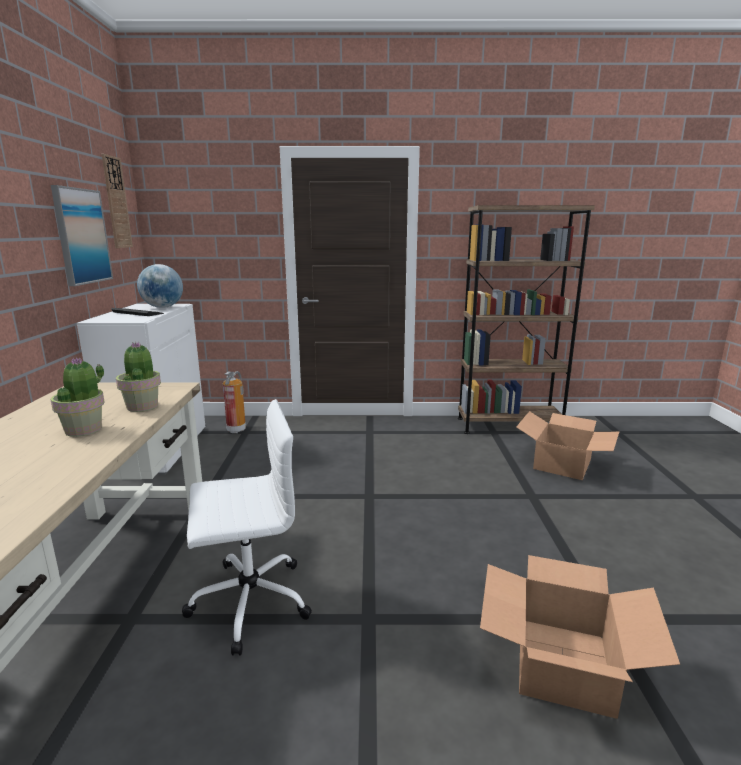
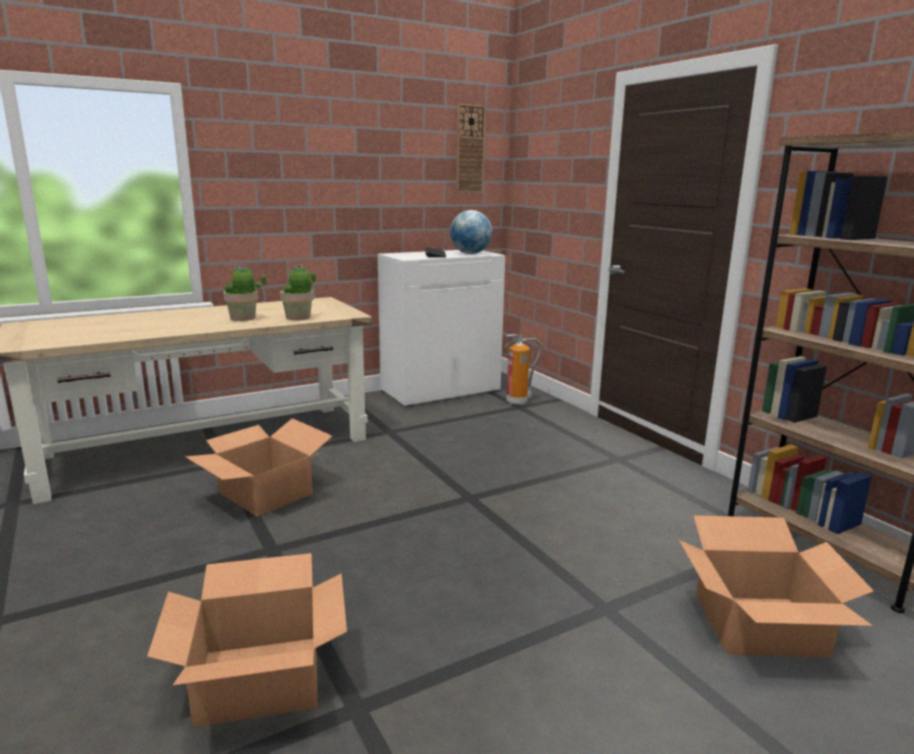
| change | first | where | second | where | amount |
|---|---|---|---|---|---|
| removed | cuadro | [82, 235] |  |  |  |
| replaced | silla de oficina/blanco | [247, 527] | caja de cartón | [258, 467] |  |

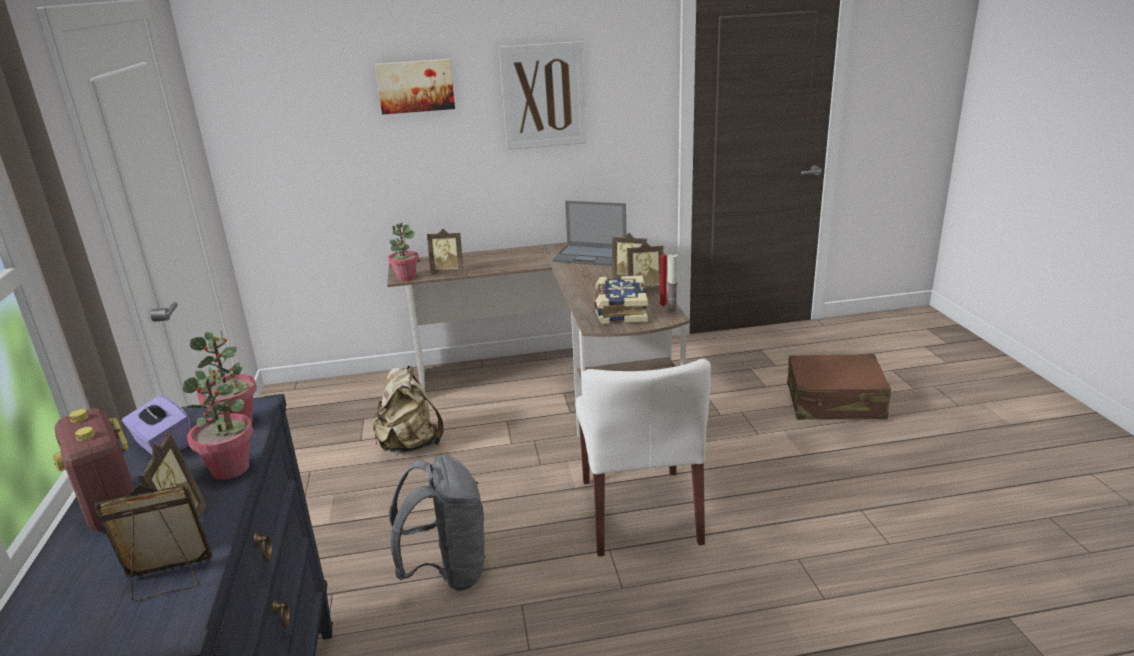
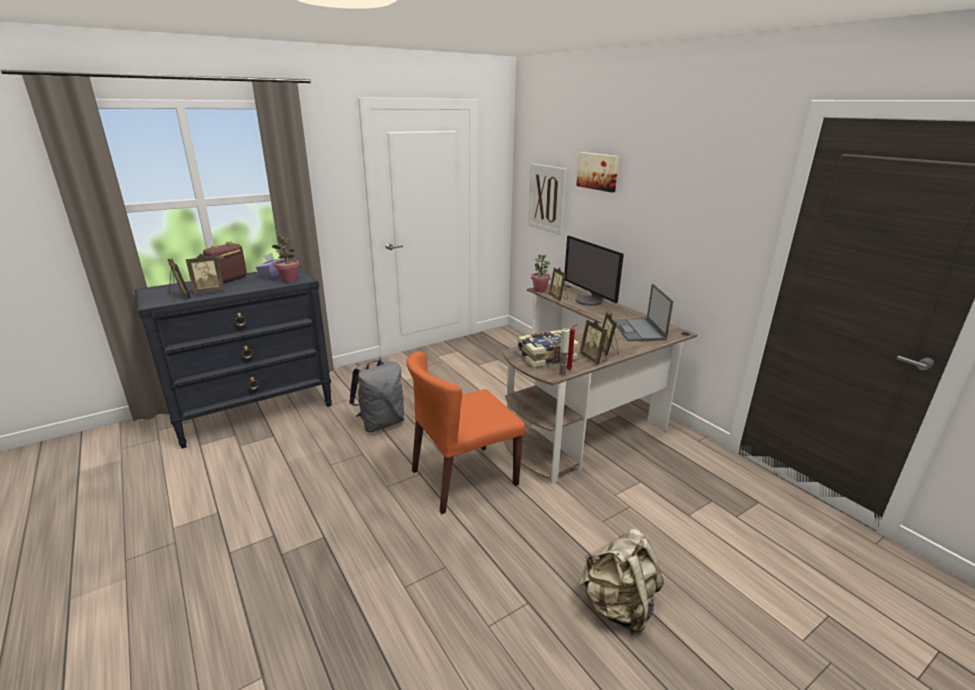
| change | first | where | second | where | amount |
|---|---|---|---|---|---|
| removed | planta en maceta | [218, 423] |  |  |  |
| moved | mochila/beis | [408, 409] |  | [621, 582] |  |
| moved | cuadro | [542, 95] |  | [547, 199] |  |
| recoloured | silla/blanco | [643, 457] | silla/naranja | [466, 433] |  |
| removed | maleta/marrón | [839, 387] |  |  |  |
| added |  |  | monitor | [594, 270] |  |

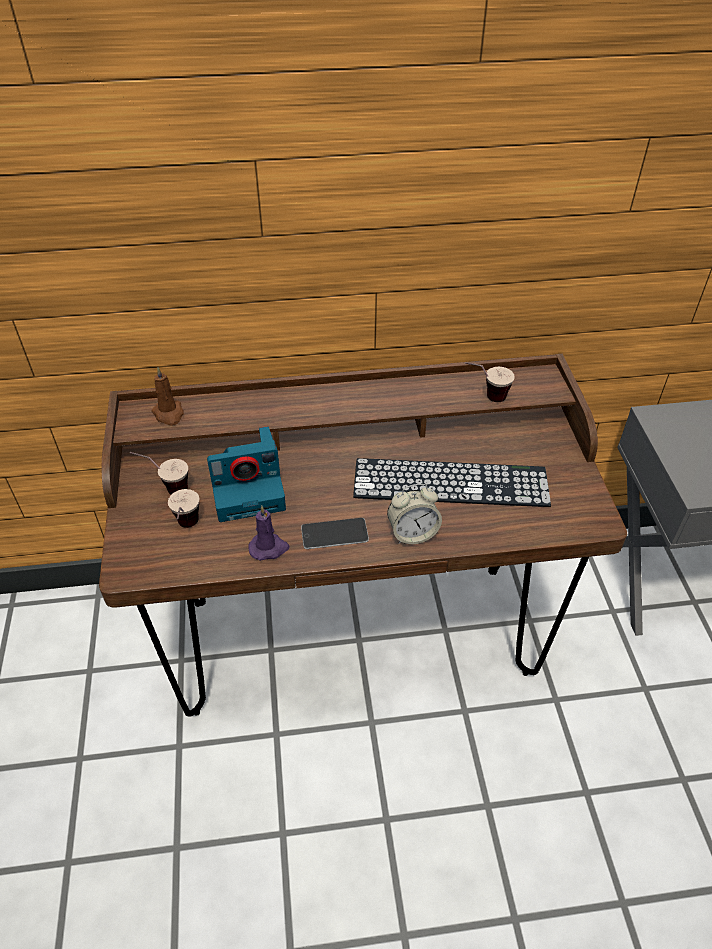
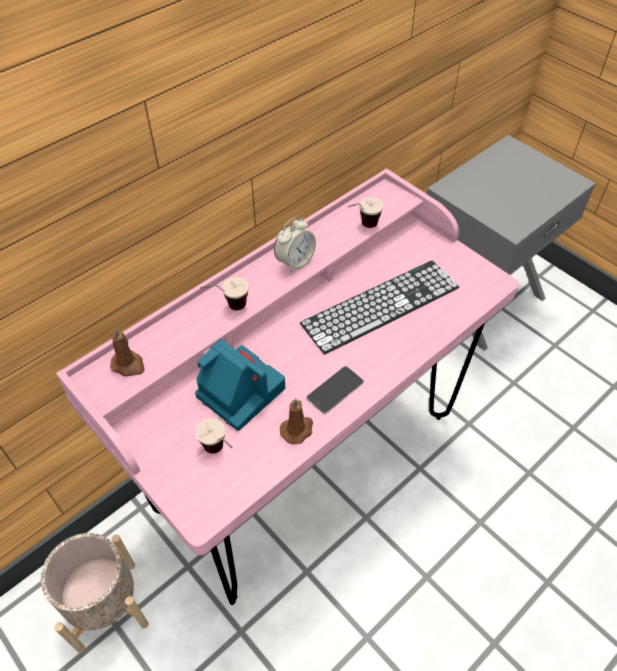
| change | first | where | second | where | amount |
|---|---|---|---|---|---|
| recoloured | escritorio/marrón | [363, 535] | escritorio/rosa | [287, 386] |  |
| moved | taza | [159, 473] |  | [224, 293] |  |
| turned | cámara | [246, 474] |  | [240, 385] | 90 degrees counterclockwise |
| recoloured | vela/morado | [269, 533] | vela/marrón | [296, 421] |  |
| moved | despertador | [414, 514] |  | [295, 245] |  |
| added |  |  | maceta/beis | [95, 593] |  |

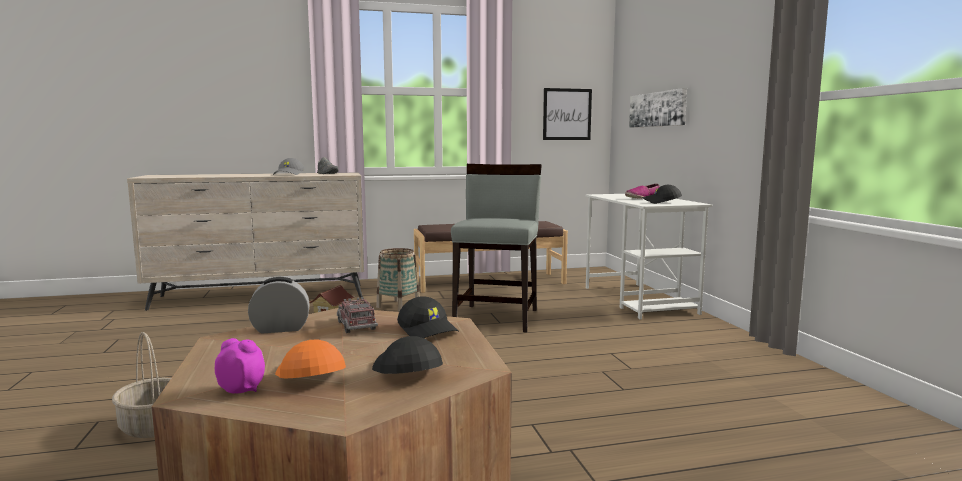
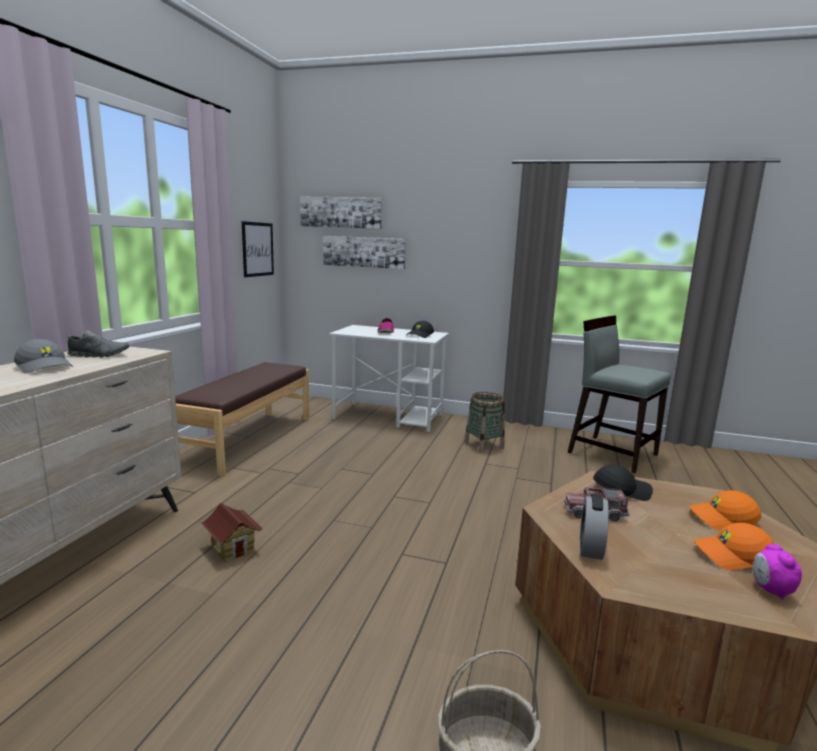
| change | first | where | second | where | amount |
|---|---|---|---|---|---|
| turned | despertador | [240, 365] |  | [777, 572] | 45 degrees counterclockwise |
| recoloured | gorra/negro | [407, 355] | gorra/naranja | [725, 510] |  |
| moved | cesta | [397, 280] |  | [484, 422] |  |
| moved | silla/gris | [496, 248] |  | [619, 394] |  |
| added |  |  | cuadro | [341, 213] |  |

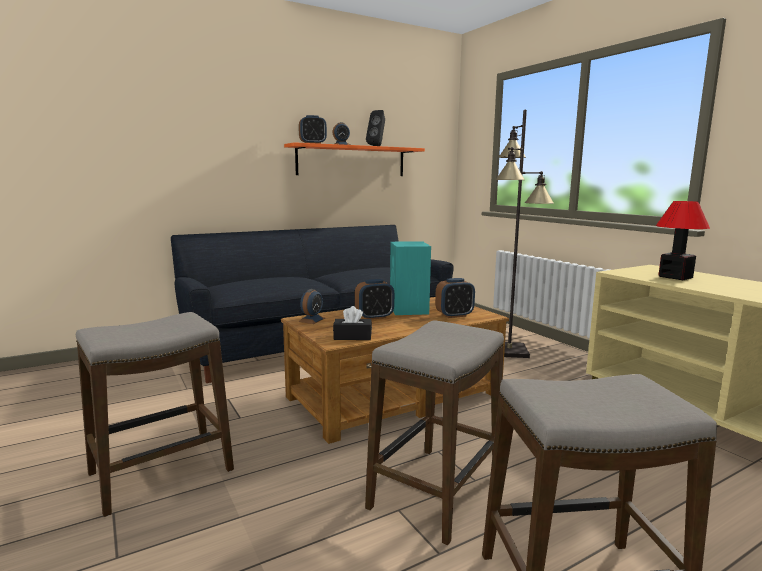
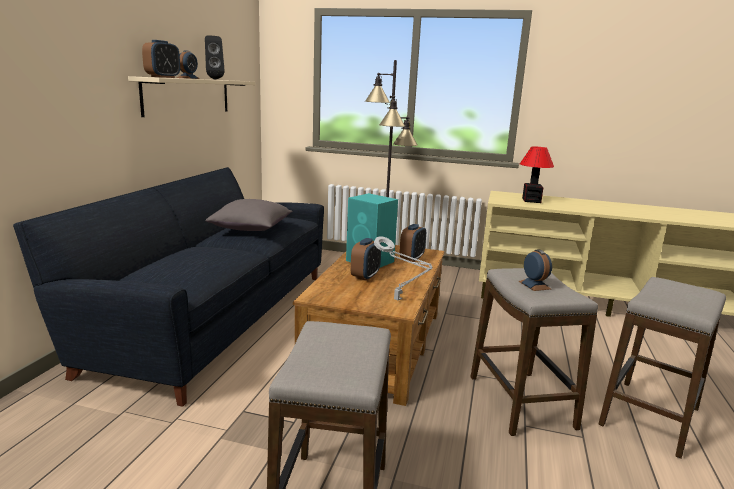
| change | first | where | second | where | amount |
|---|---|---|---|---|---|
| recoloured | estante/naranja | [354, 159] | estante/beis | [191, 96] |  |
| moved | despertador | [311, 306] |  | [535, 270] |  |
| replaced | caja de pañuelos/negro | [352, 323] | lámpara de mesa/gris | [403, 268] |  |
| added |  |  | cojín/gris | [249, 215] |  |

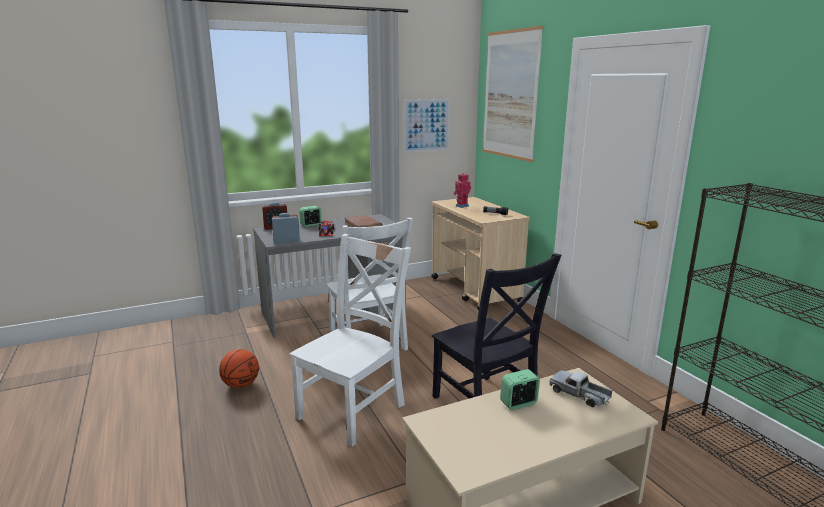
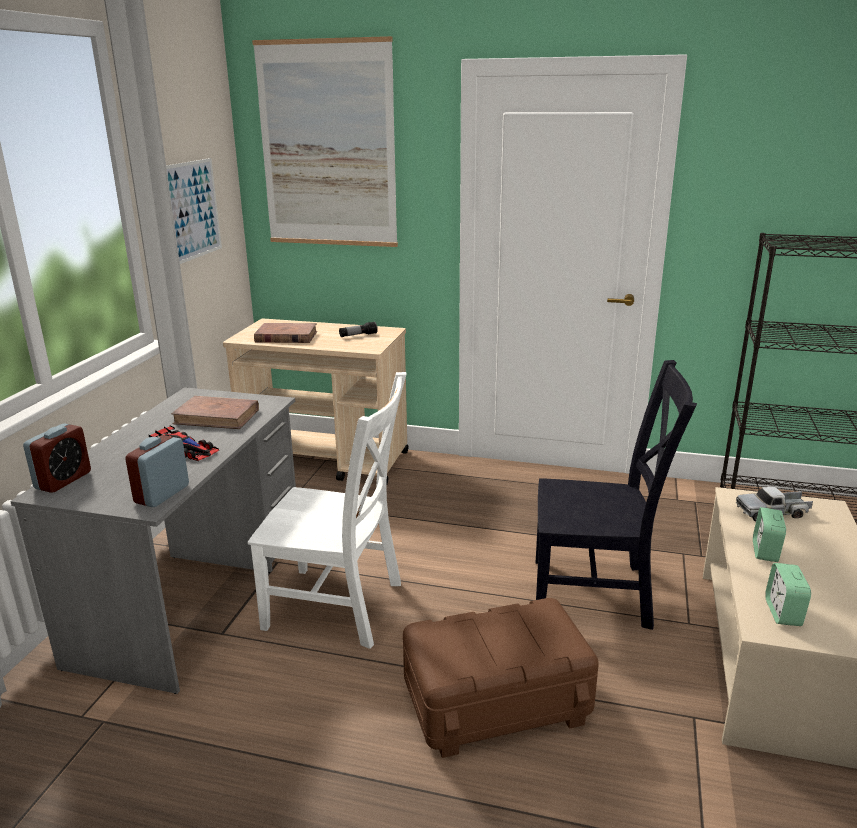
| change | first | where | second | where | amount |
|---|---|---|---|---|---|
| removed | balón de baloncesto | [239, 368] |  |  |  |
| replaced | silla/blanco | [350, 340] | caja de almacenaje/marrón | [501, 678] |  |
| moved | despertador | [310, 216] |  | [788, 594] |  |
| replaced | robot de juguete | [462, 190] | libro/marrón | [285, 333] |  |

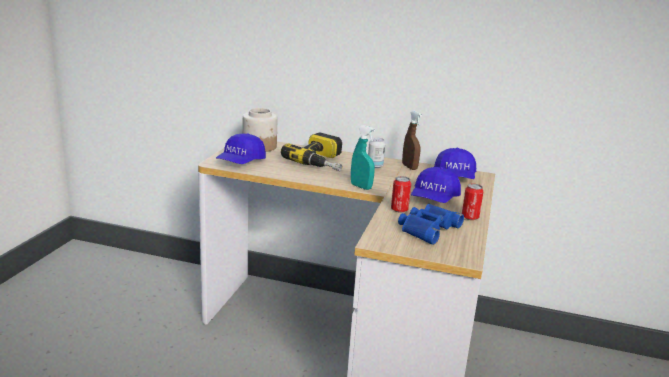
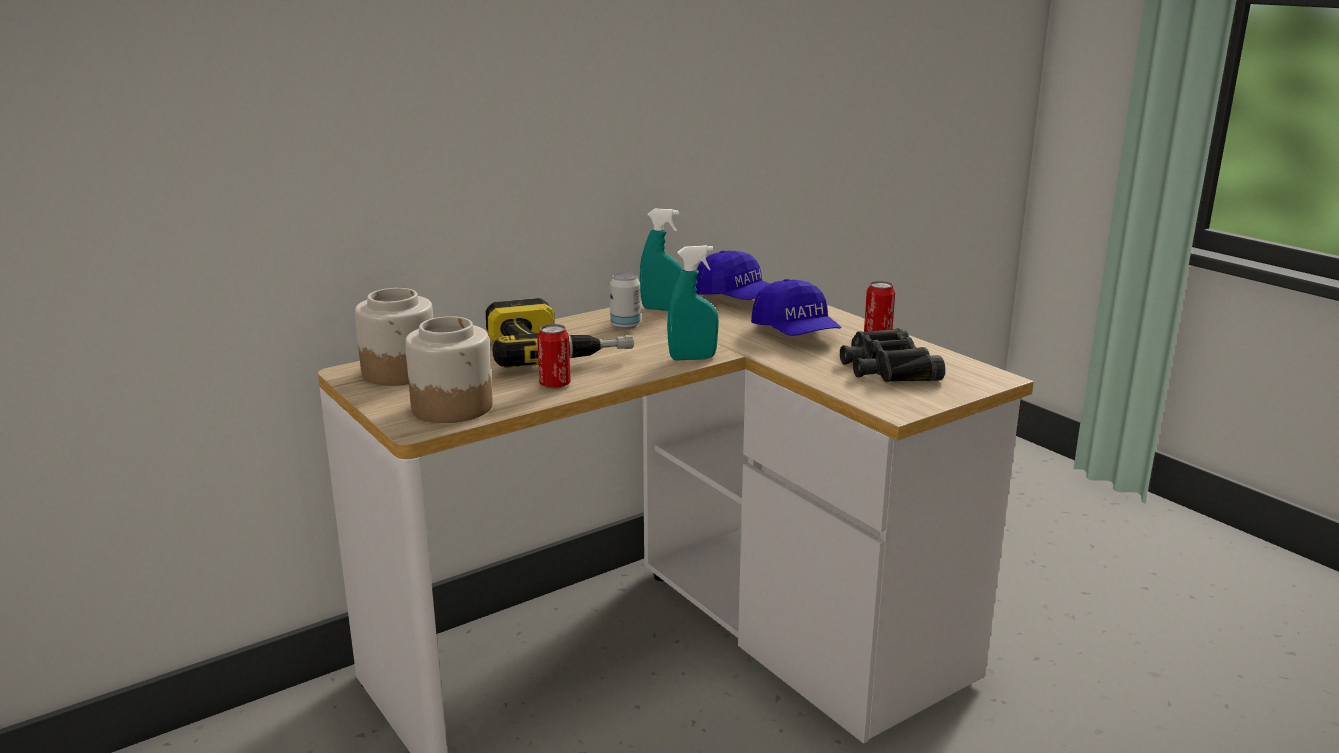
| change | first | where | second | where | amount |
|---|---|---|---|---|---|
| replaced | gorra/azul | [241, 148] | tarro | [449, 369] |  |
| moved | lata | [401, 194] |  | [554, 356] |  |
| recoloured | prismáticos/azul | [431, 224] | prismáticos/negro | [892, 355] |  |
| recoloured | pulverizador/marrón | [412, 140] | pulverizador/turquesa | [661, 260] |  |

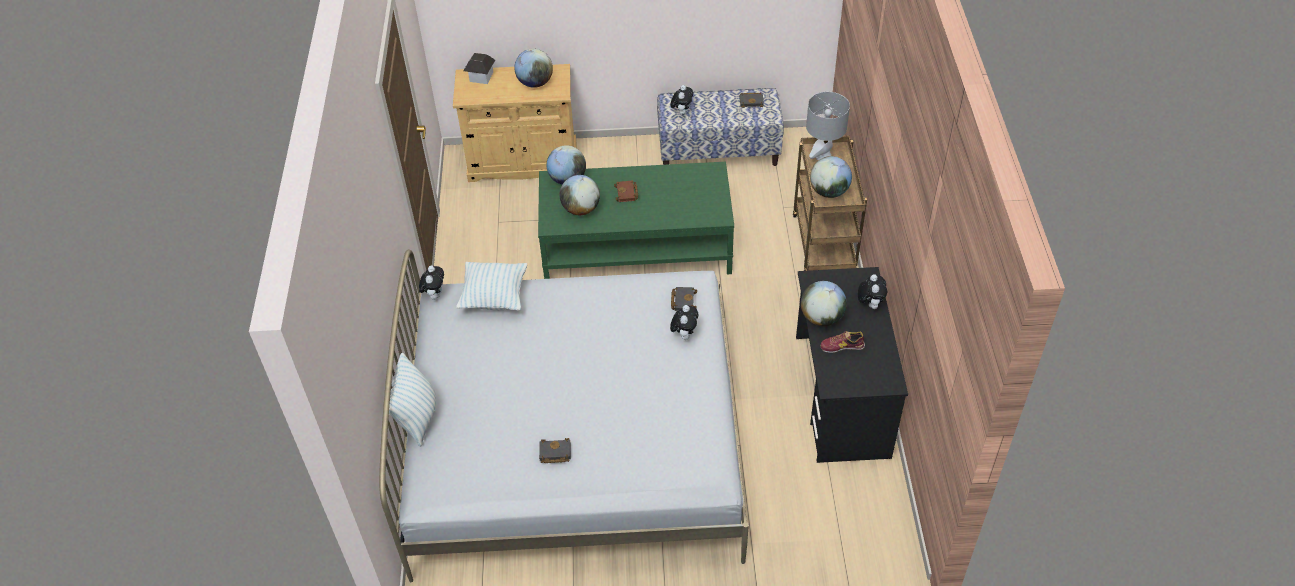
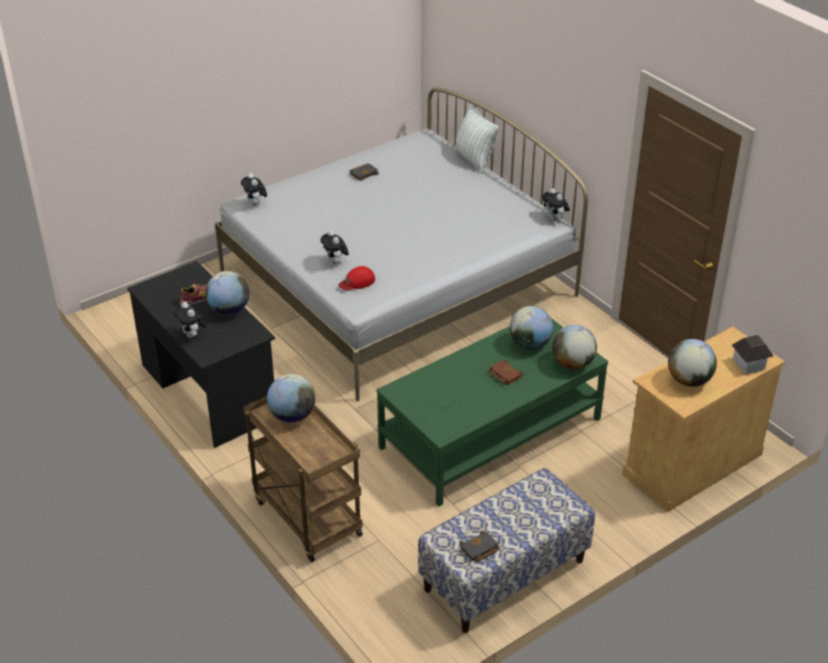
| change | first | where | second | where | amount |
|---|---|---|---|---|---|
| removed | cojín | [491, 286] |  |  |  |
| moved | peluche | [682, 100] |  | [254, 189] |  |
| replaced | libro/negro | [684, 299] | gorra/rojo | [356, 278] |  |
| removed | lámpara de mesa/gris | [828, 126] |  |  |  |

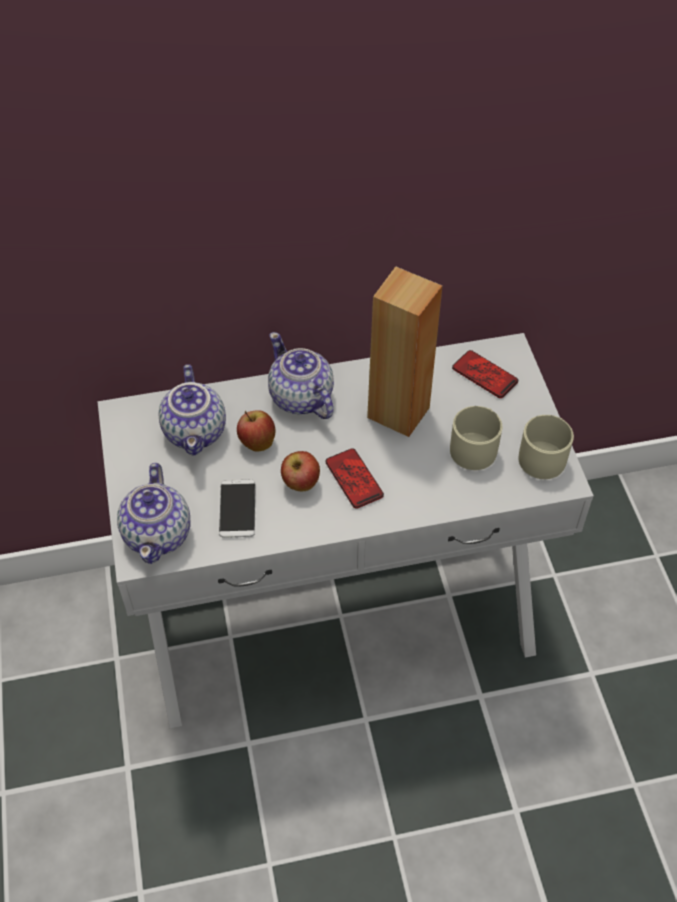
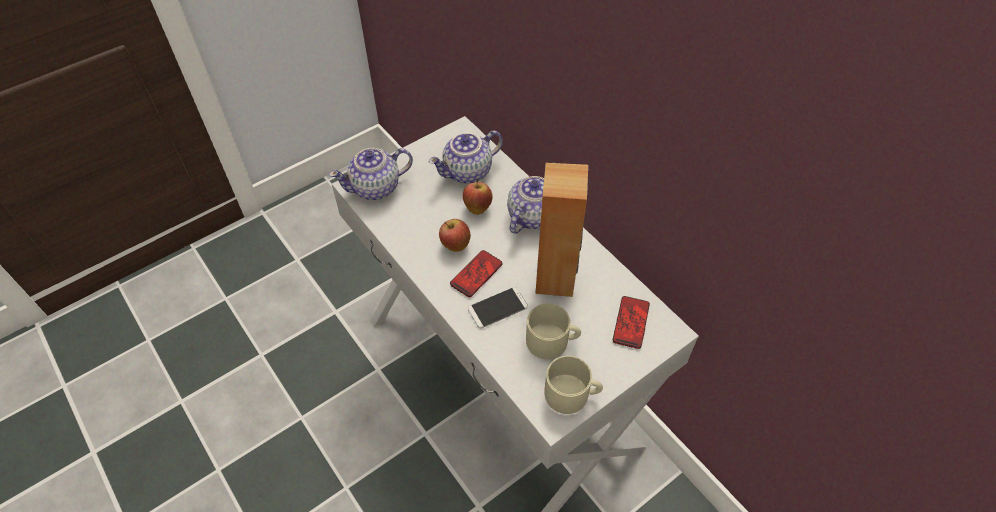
| change | first | where | second | where | amount |
|---|---|---|---|---|---|
| moved | móvil | [237, 508] |  | [498, 307] |  |

